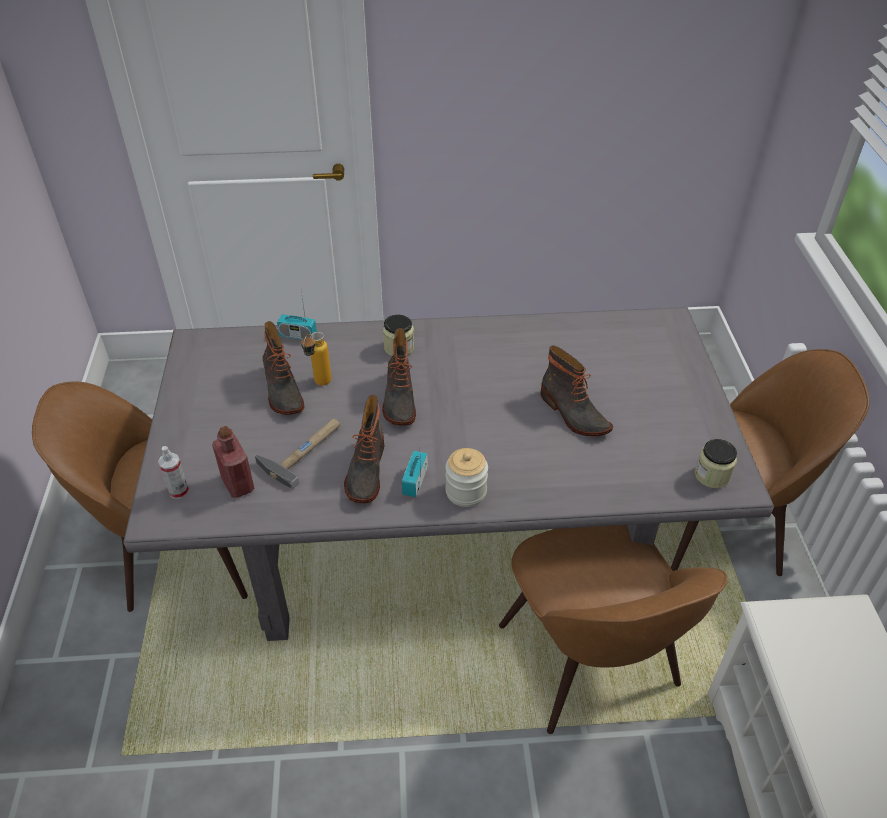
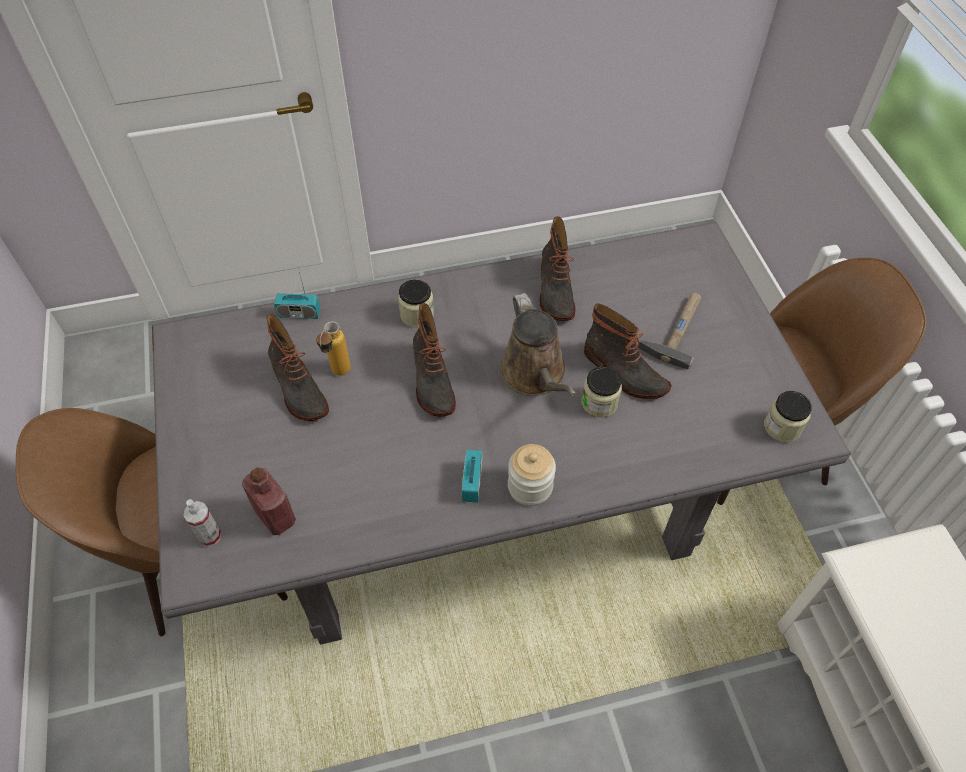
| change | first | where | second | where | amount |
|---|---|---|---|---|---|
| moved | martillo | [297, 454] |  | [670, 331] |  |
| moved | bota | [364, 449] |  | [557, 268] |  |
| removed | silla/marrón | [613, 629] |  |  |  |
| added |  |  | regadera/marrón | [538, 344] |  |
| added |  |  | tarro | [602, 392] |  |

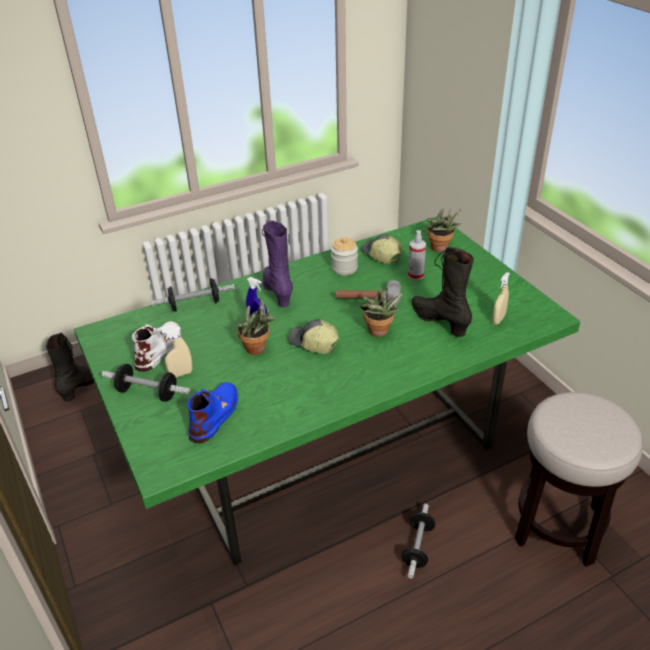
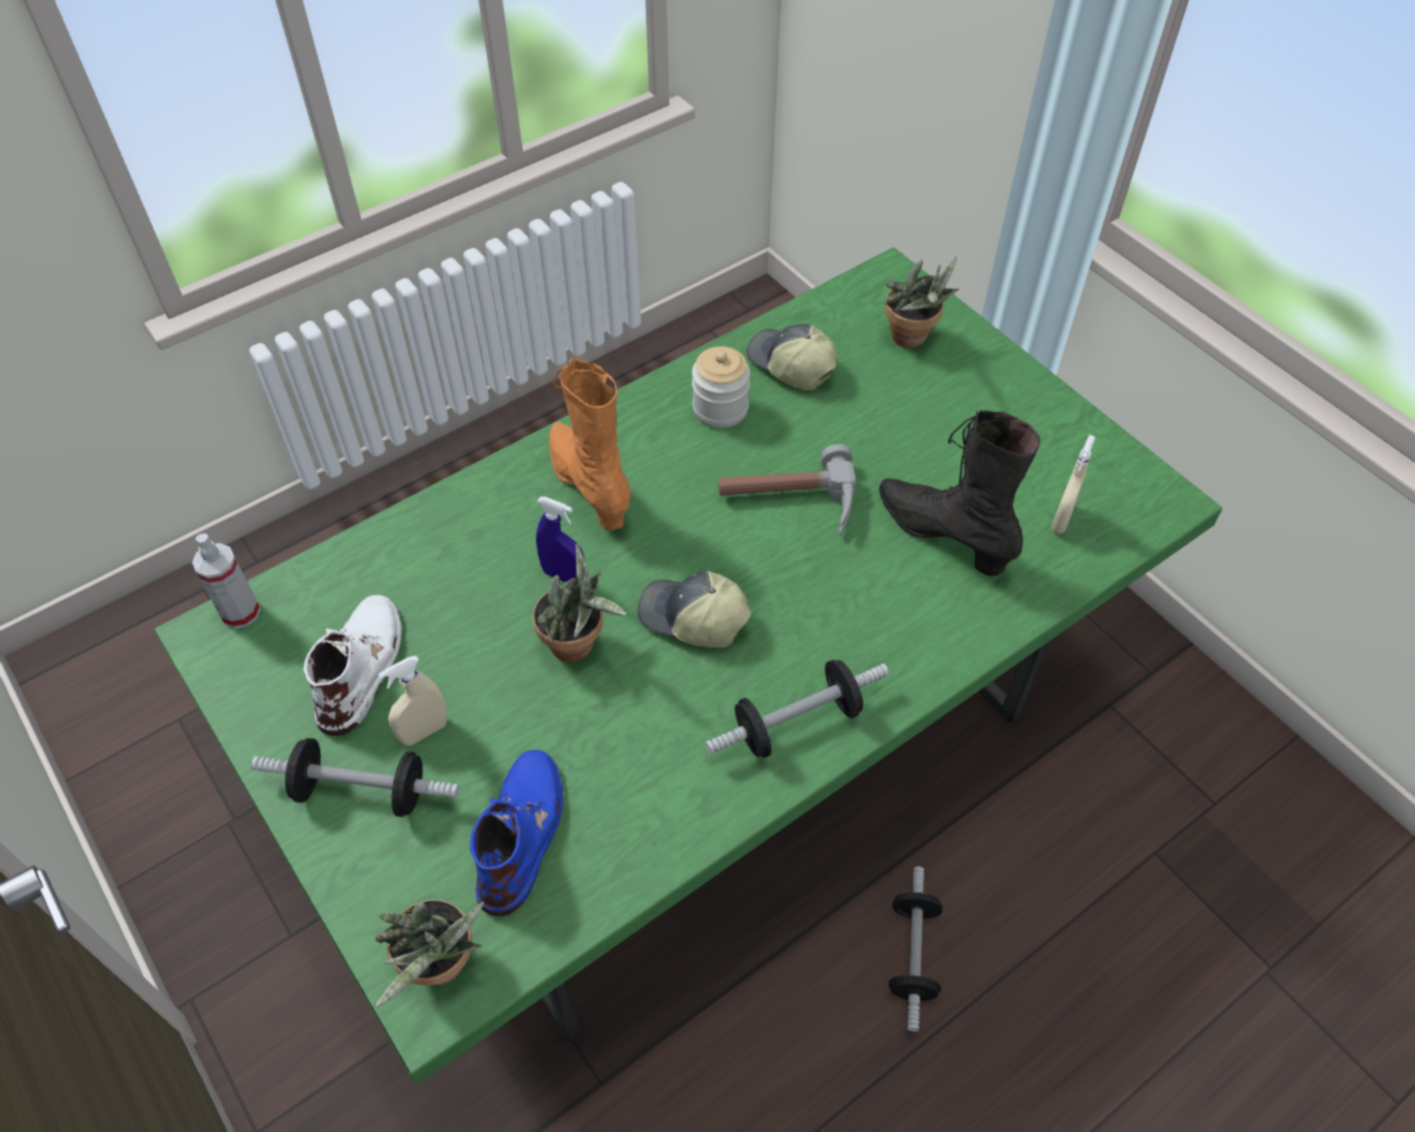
| change | first | where | second | where | amount |
|---|---|---|---|---|---|
| removed | bota/negro | [70, 367] |  |  |  |
| moved | mancuerna | [193, 295] |  | [797, 709] |  |
| recoloured | bota/morado | [277, 263] | bota/naranja | [590, 444] |  |
| moved | planta en maceta | [382, 312] |  | [429, 953] |  |
| moved | pulverizador | [417, 255] |  | [226, 581] |  |
| removed | taburete | [578, 479] |  |  |  |

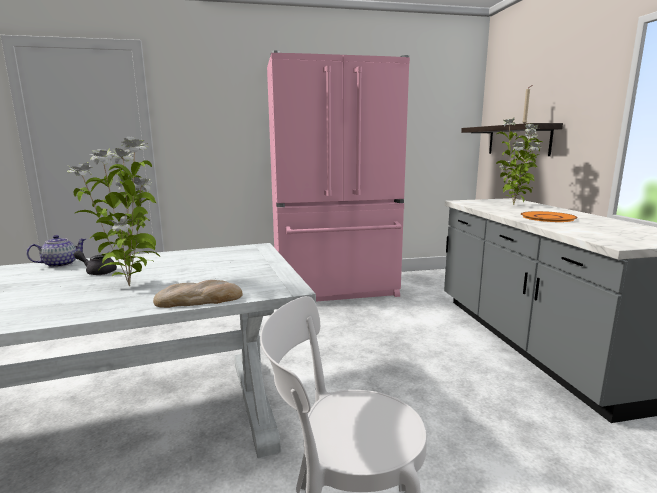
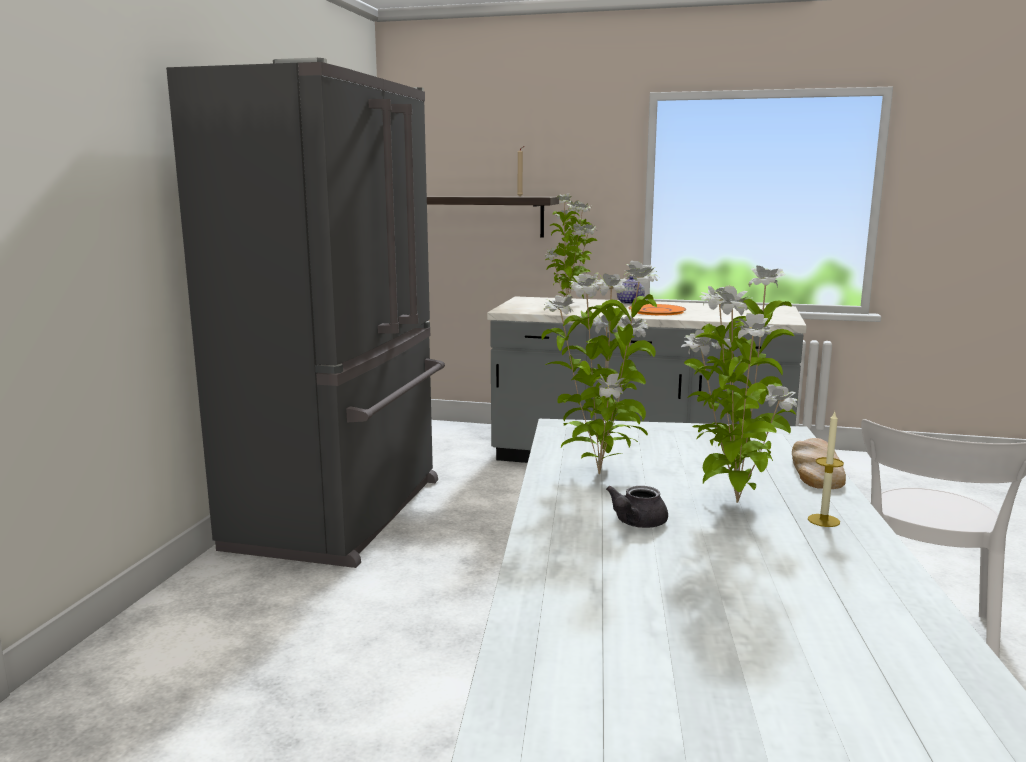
| change | first | where | second | where | amount |
|---|---|---|---|---|---|
| moved | tetera | [56, 251] |  | [631, 290] |  |
| recoloured | nevera/rosa | [338, 176] | nevera/gris | [305, 313] |  |
| added |  |  | planta en maceta | [600, 367] |  |
| added |  |  | vela | [826, 469] |  |

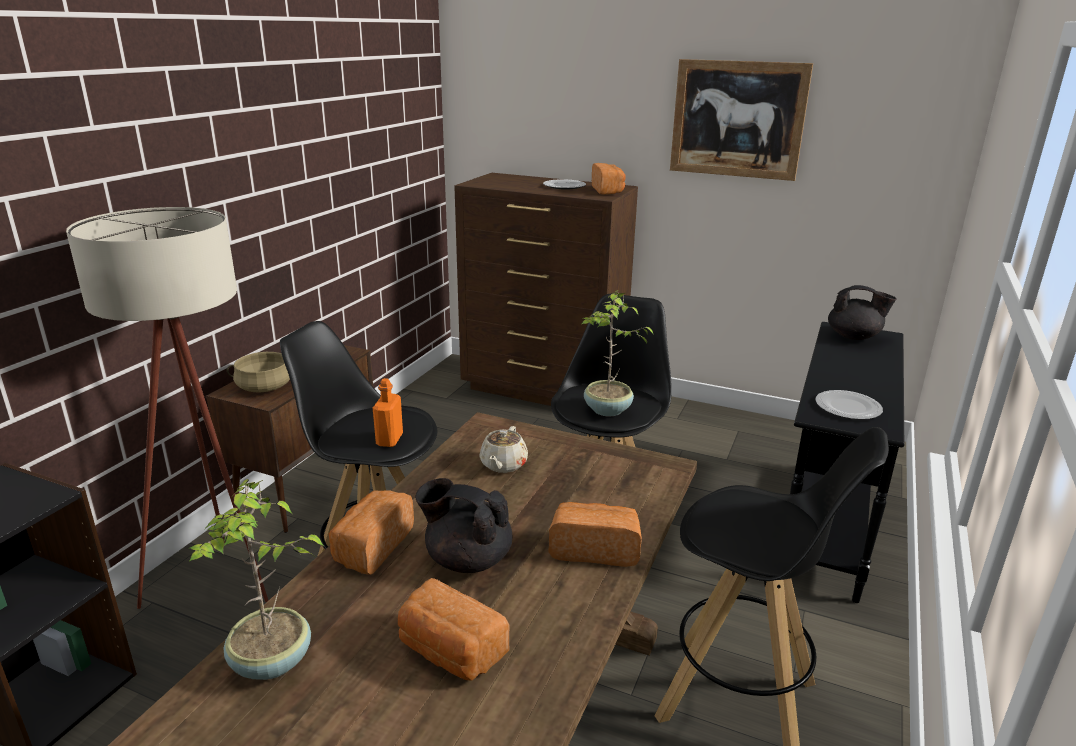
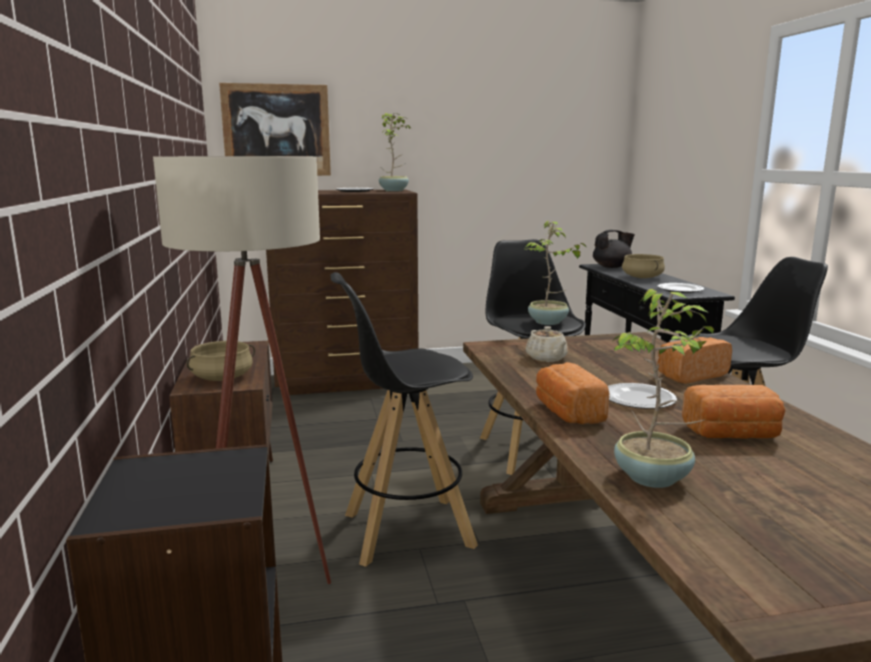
| change | first | where | second | where | amount |
|---|---|---|---|---|---|
| removed | botella/naranja | [388, 412] |  |  |  |
| replaced | tetera/negro | [463, 525] | plato | [642, 396] |  |
| replaced | pan | [608, 179] | planta en maceta | [395, 152] |  |
| moved | cuadro | [741, 120] |  | [275, 129] |  |
| added |  |  | olla/beis | [643, 266] |  |

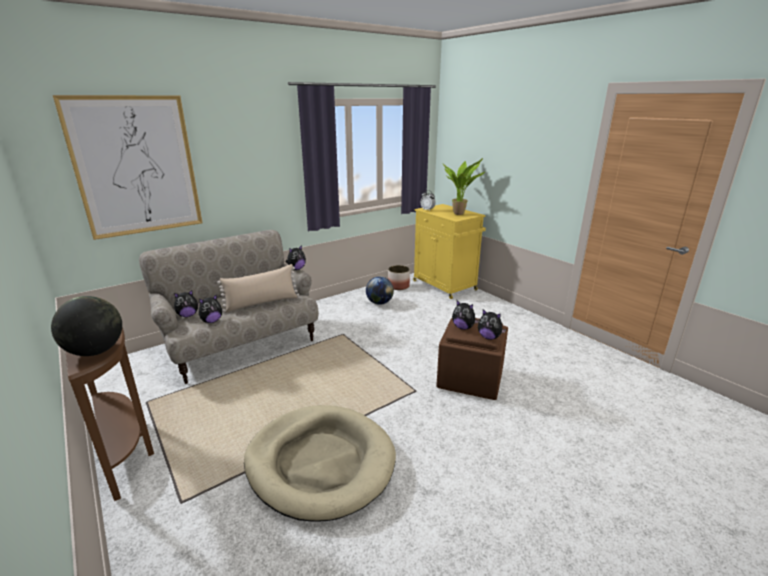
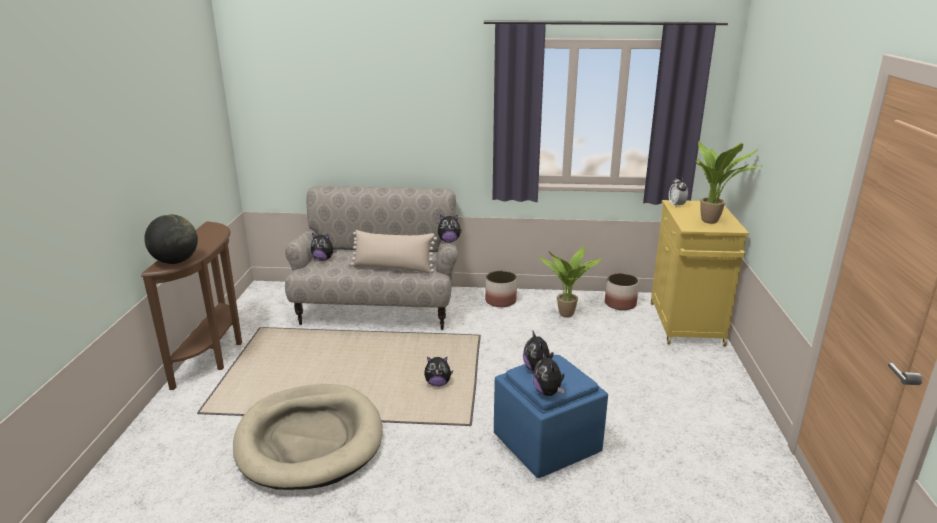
| change | first | where | second | where | amount |
|---|---|---|---|---|---|
| removed | cuadro | [127, 167] |  |  |  |
| moved | peluche | [210, 309] |  | [438, 372] |  |
| replaced | globo terráqueo | [380, 290] | planta en maceta | [570, 282] |  |
| recoloured | puf/marrón | [472, 359] | puf/azul | [551, 416] |  |
| added |  |  | maceta | [501, 289] |  |

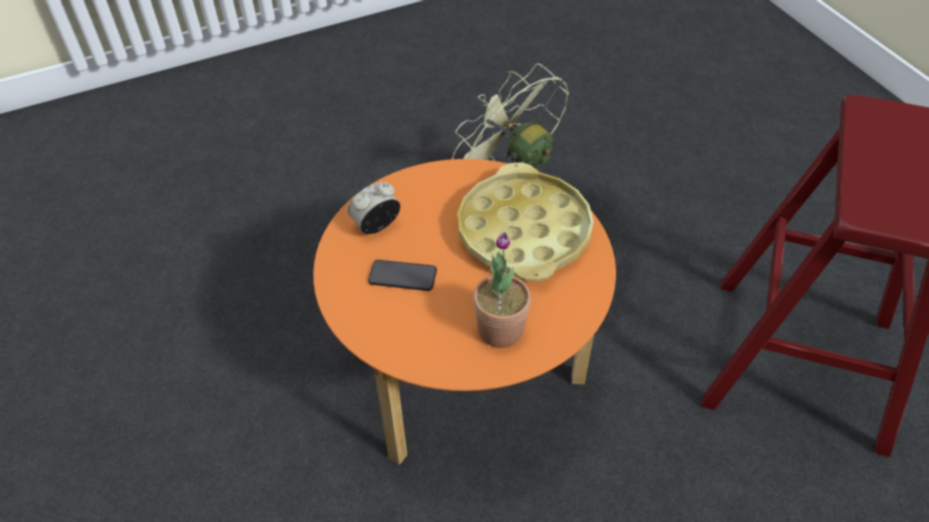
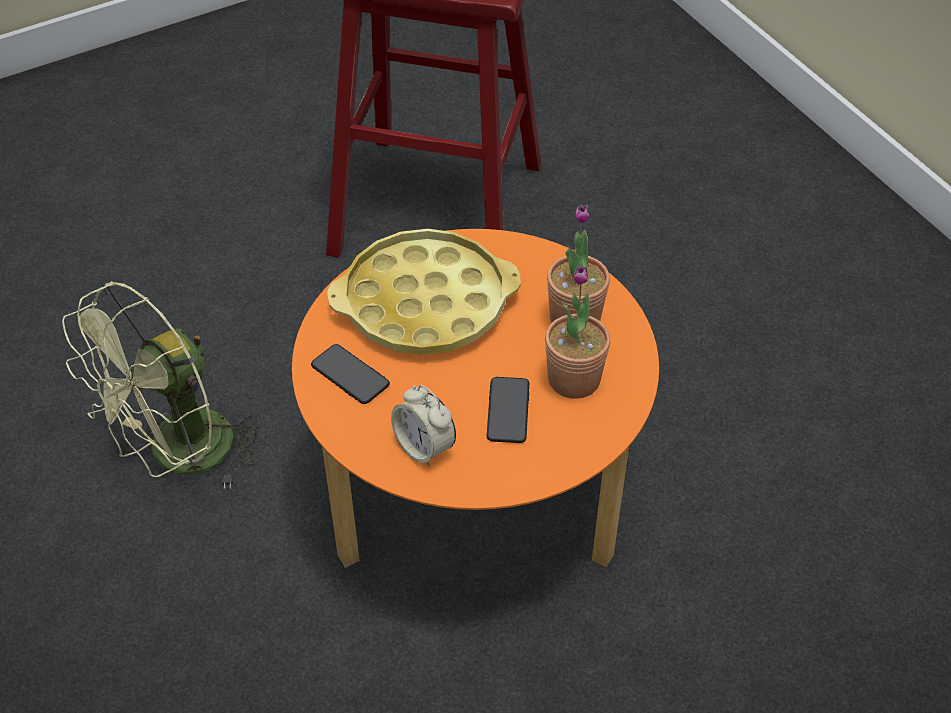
| change | first | where | second | where | amount |
|---|---|---|---|---|---|
| added |  |  | móvil | [350, 374] |  |
| added |  |  | planta en maceta | [577, 332] |  |

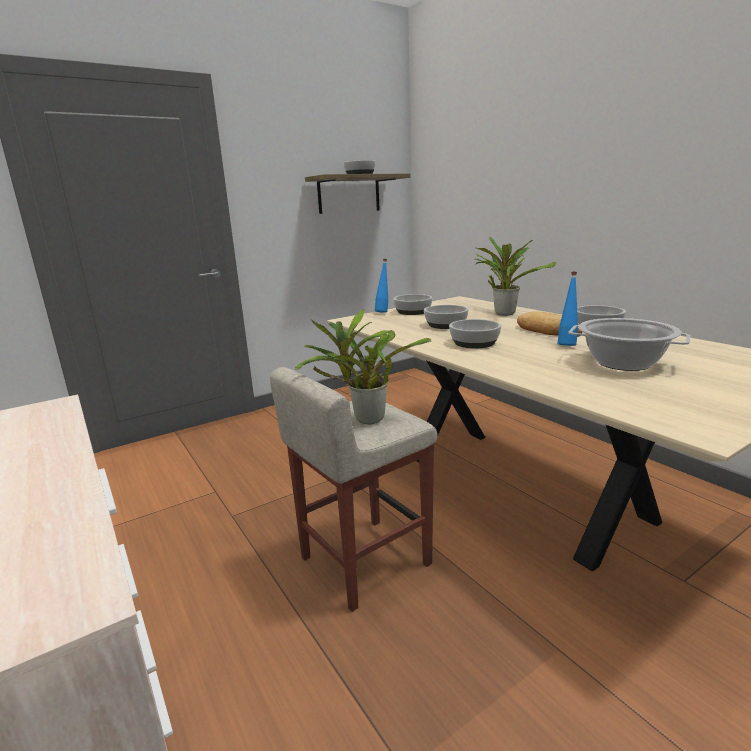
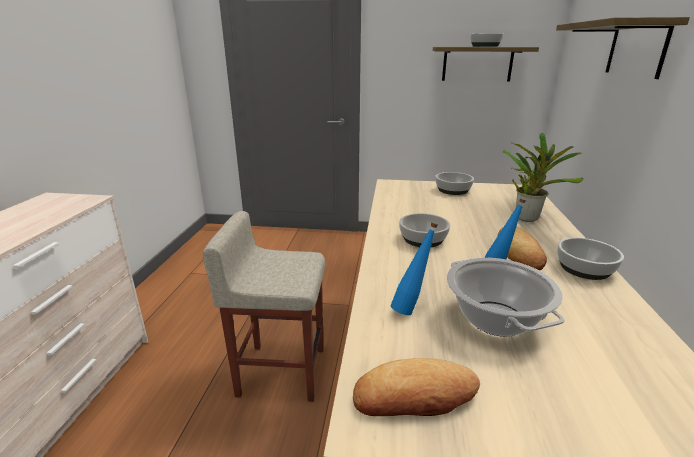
| change | first | where | second | where | amount |
|---|---|---|---|---|---|
| removed | planta en maceta | [363, 366] |  |  |  |
| moved | botella/azul | [381, 286] |  | [414, 268] |  |
| removed | cuenco | [446, 317] |  |  |  |
| added |  |  | pan | [416, 387] |  |
| added |  |  | estante | [623, 48] |  |

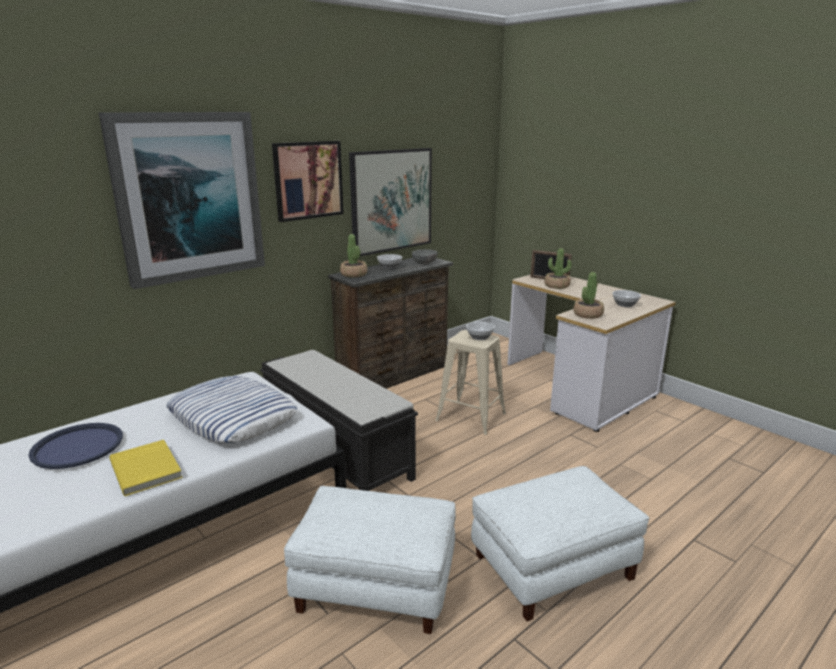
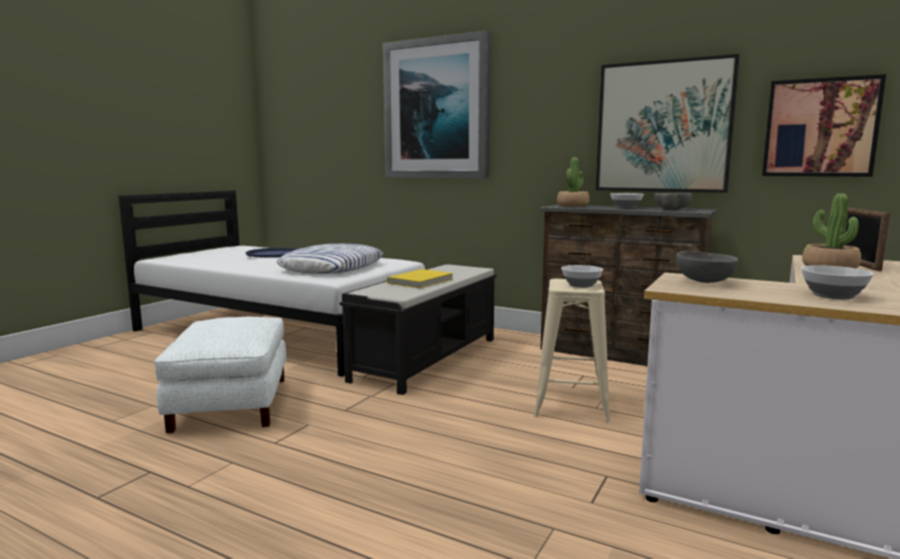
| change | first | where | second | where | amount |
|---|---|---|---|---|---|
| moved | libro/amarillo | [146, 468] |  | [420, 278] |  |
| moved | cuadro | [308, 181] |  | [824, 125] |  |
| removed | puf/blanco | [560, 543] |  |  |  |
| replaced | planta en maceta | [588, 295] | cuenco/gris | [707, 267] |  |

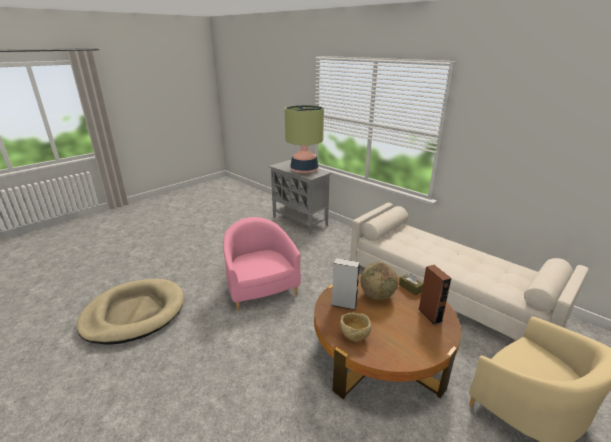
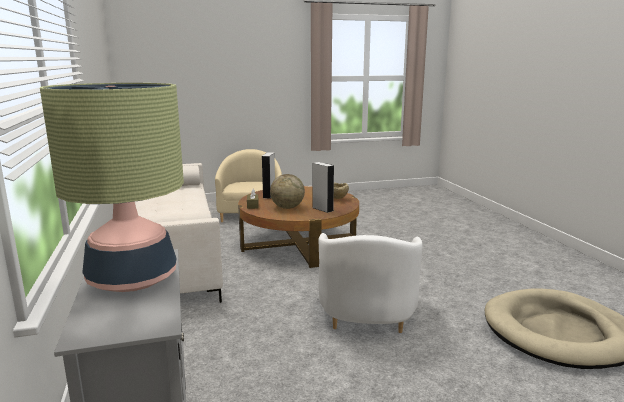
| change | first | where | second | where | amount |
|---|---|---|---|---|---|
| recoloured | sillón/rosa | [262, 264] | sillón/blanco | [370, 283] |  |
| recoloured | altavoz/marrón | [435, 295] | altavoz/gris | [268, 175] |  |

